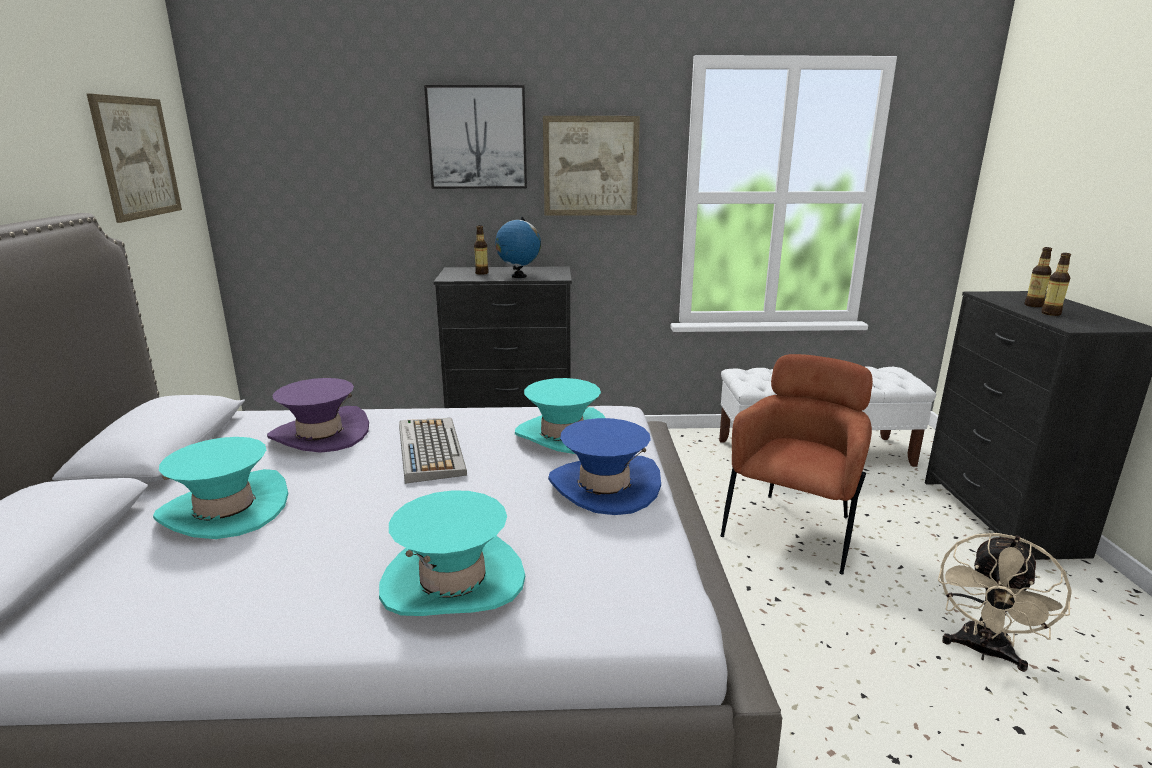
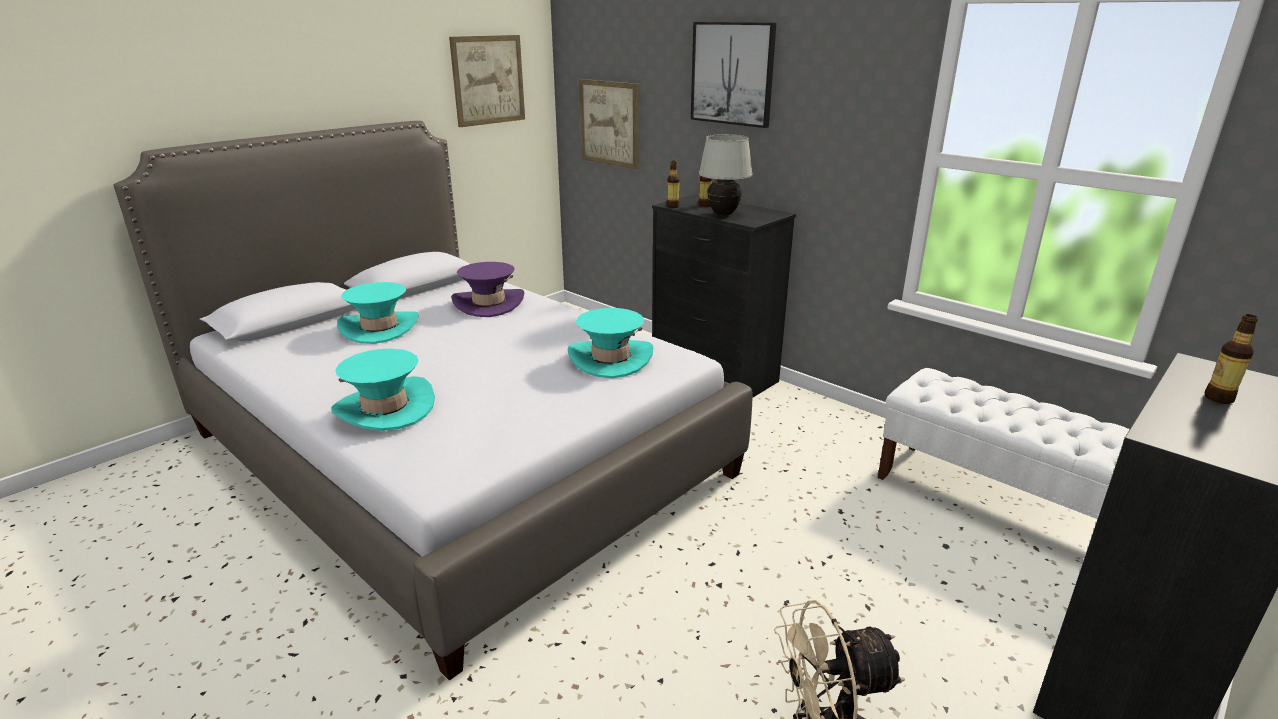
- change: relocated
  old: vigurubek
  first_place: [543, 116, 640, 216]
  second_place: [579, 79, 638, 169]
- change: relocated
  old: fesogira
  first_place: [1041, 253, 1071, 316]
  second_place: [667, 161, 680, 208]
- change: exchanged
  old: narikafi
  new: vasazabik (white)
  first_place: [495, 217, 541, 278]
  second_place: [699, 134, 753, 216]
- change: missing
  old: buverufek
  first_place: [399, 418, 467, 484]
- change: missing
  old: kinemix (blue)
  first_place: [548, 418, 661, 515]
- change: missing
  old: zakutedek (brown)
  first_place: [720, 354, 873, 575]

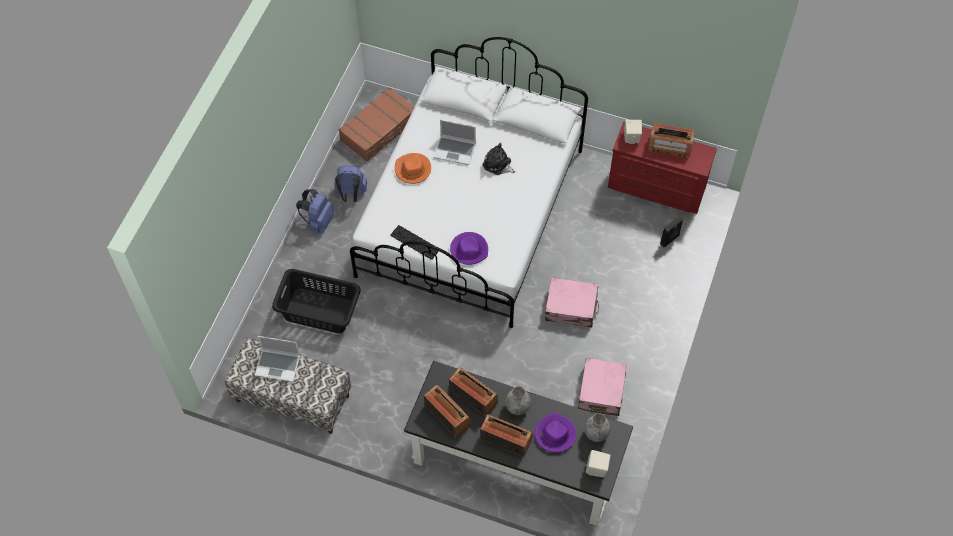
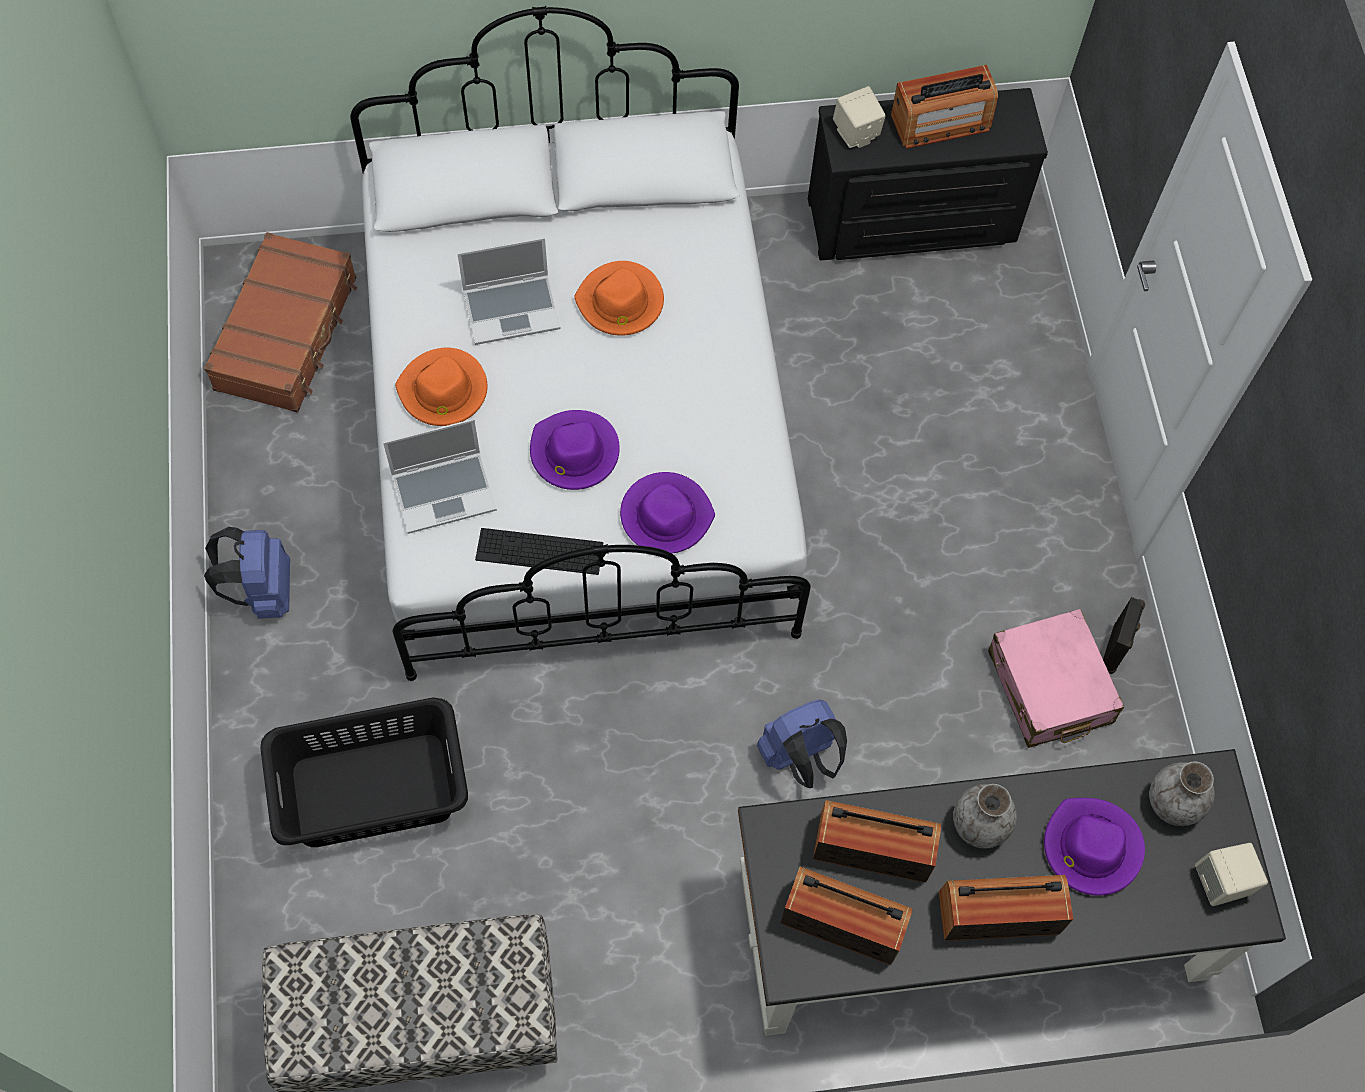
- change: relocated
  old: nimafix
  first_place: [255, 336, 300, 382]
  second_place: [383, 419, 497, 534]
- change: appeared
  new: kinemix (purple)
  second_place: [530, 410, 620, 490]
- change: exchanged
  old: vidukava
  new: kinemix (orange)
  first_place: [483, 143, 516, 175]
  second_place: [574, 261, 664, 336]
- change: relocated
  old: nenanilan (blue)
  first_place: [334, 166, 367, 202]
  second_place: [757, 699, 847, 788]
- change: colour
  old: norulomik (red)
  new: norulomik (black)
  first_place: [608, 122, 717, 214]
  second_place: [808, 88, 1048, 261]
- change: relocated
  old: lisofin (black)
  first_place: [660, 216, 683, 247]
  second_place: [1103, 597, 1145, 674]
- change: missing
  old: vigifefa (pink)
  first_place: [545, 277, 599, 327]

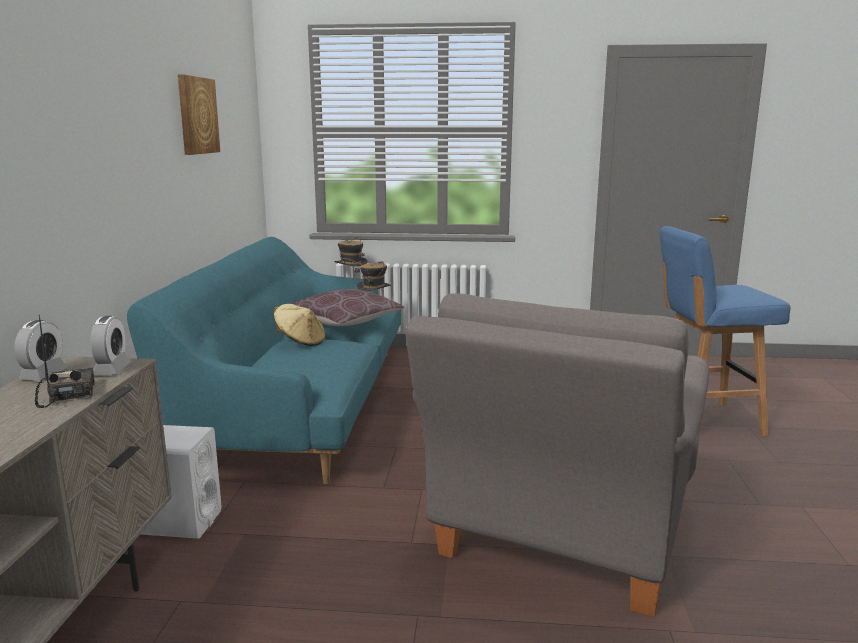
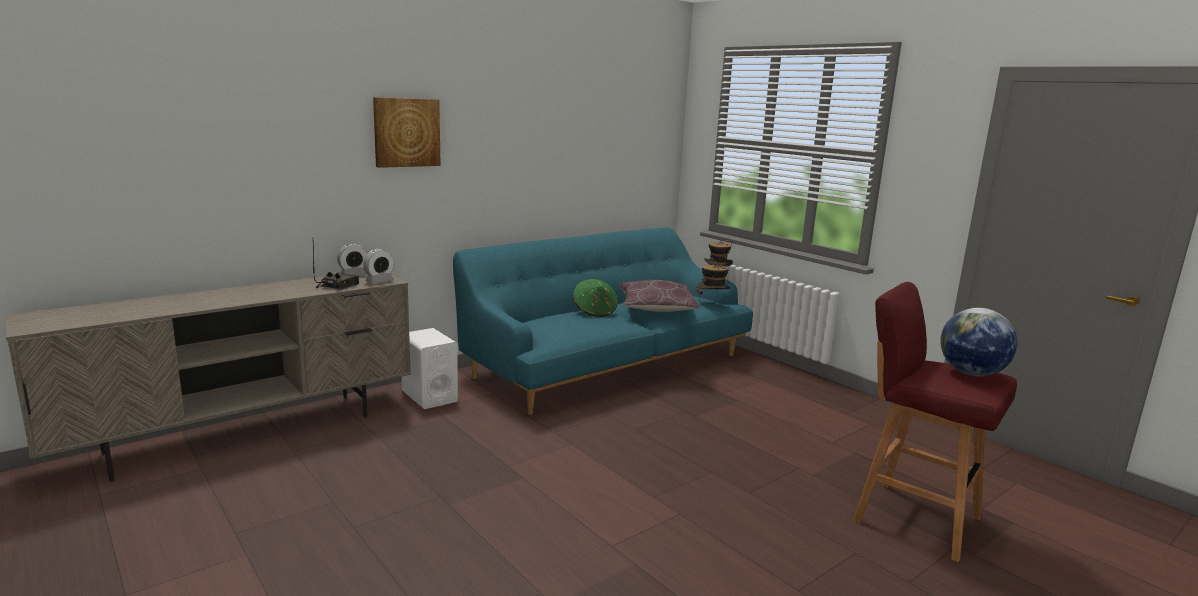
- change: relocated
  old: vigurubek
  first_place: [178, 74, 220, 155]
  second_place: [373, 97, 441, 168]
- change: colour
  old: kinemix (beige)
  new: kinemix (green)
  first_place: [274, 304, 325, 346]
  second_place: [573, 279, 618, 317]
- change: colour
  old: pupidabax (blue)
  new: pupidabax (red)
  first_place: [659, 226, 791, 436]
  second_place: [853, 282, 1017, 562]
- change: appeared
  new: narikafi
  second_place: [940, 308, 1017, 376]
- change: missing
  old: zakutedek (grey)
  first_place: [405, 293, 709, 617]

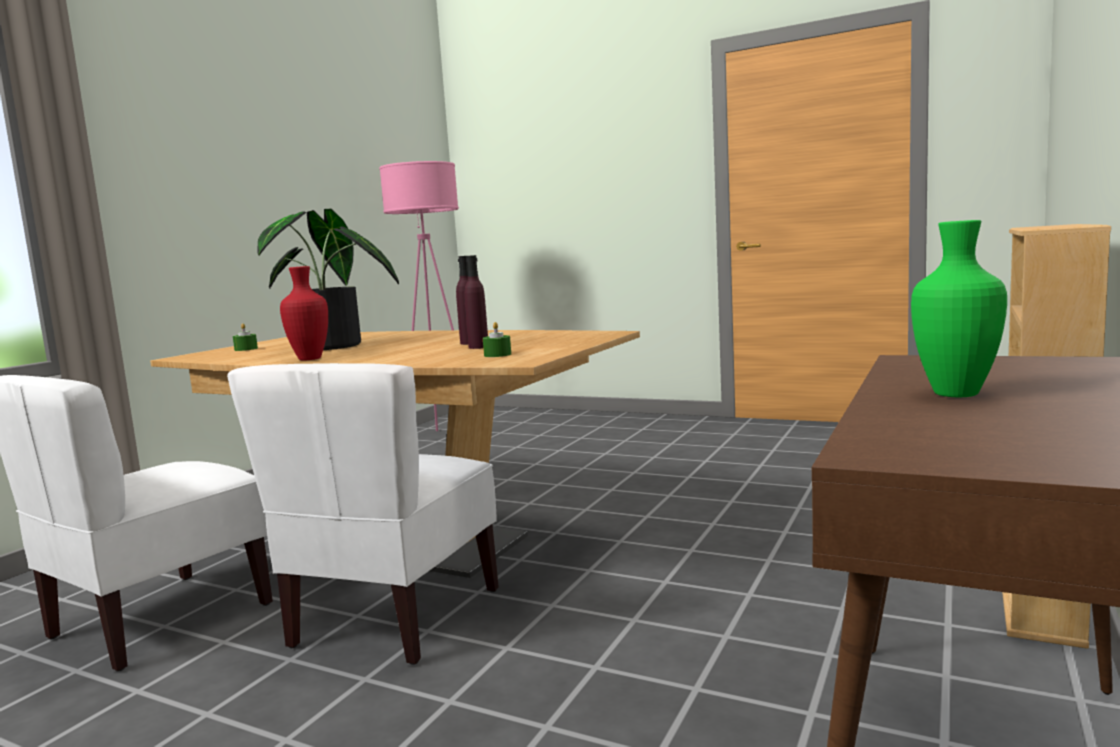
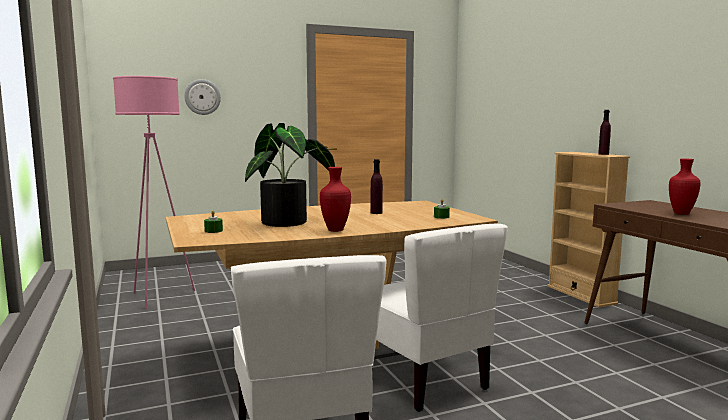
- change: appeared
  new: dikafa
  second_place: [184, 79, 221, 115]
- change: relocated
  old: fesogira (purple)
  first_place: [464, 255, 488, 349]
  second_place: [598, 110, 611, 155]
- change: colour
  old: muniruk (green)
  new: muniruk (red)
  first_place: [911, 220, 1007, 397]
  second_place: [669, 158, 701, 215]

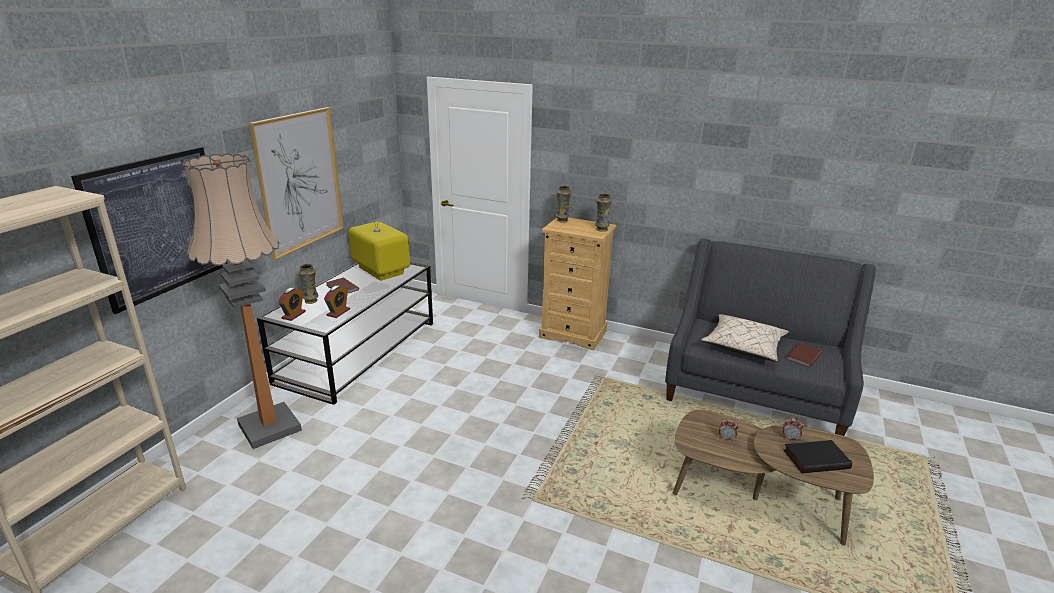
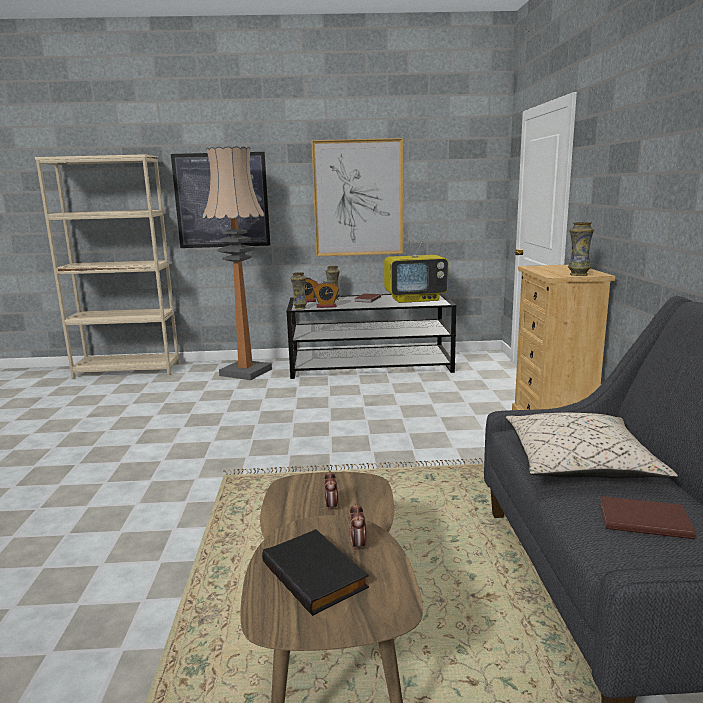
- change: relocated
  old: muniruk
  first_place: [556, 186, 572, 222]
  second_place: [291, 272, 307, 309]
- change: spun
  old: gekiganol
  first_place: [348, 203, 410, 281]
  second_place: [384, 231, 448, 303]
  degrees: 60

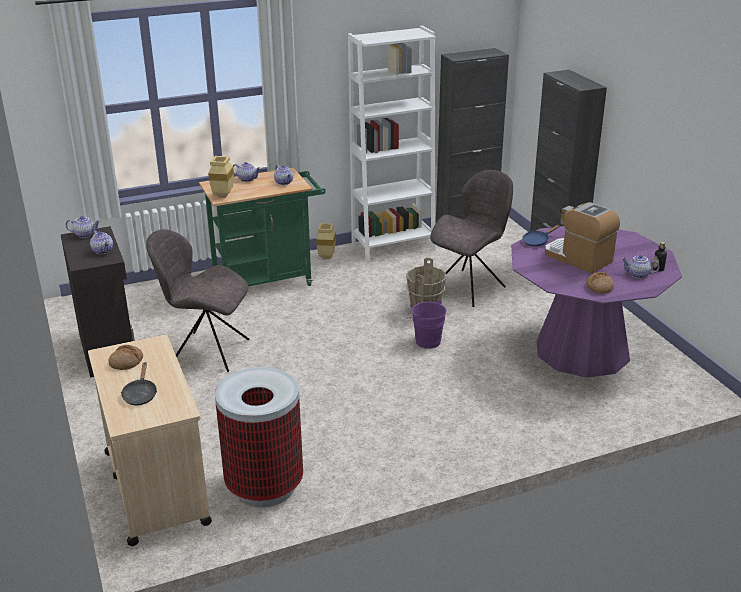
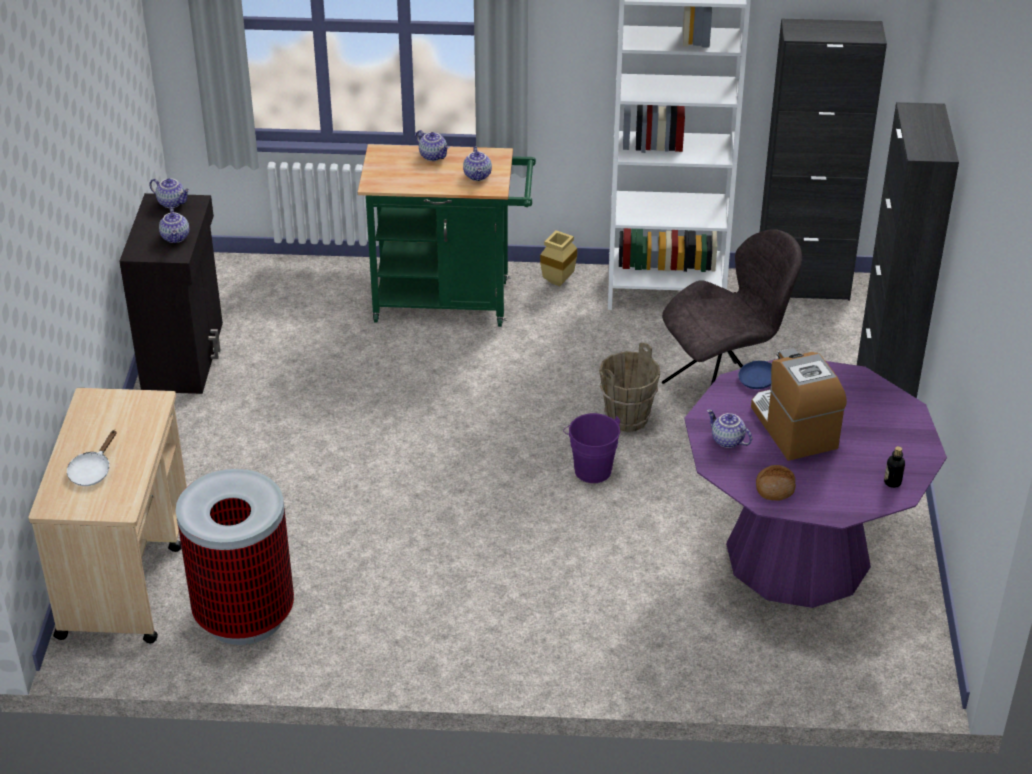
- change: colour
  old: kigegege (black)
  new: kigegege (white)
  first_place: [121, 363, 157, 405]
  second_place: [67, 430, 117, 486]
- change: relocated
  old: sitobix
  first_place: [621, 255, 659, 279]
  second_place: [707, 409, 752, 448]
- change: missing
  old: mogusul
  first_place: [109, 345, 143, 370]
- change: missing
  old: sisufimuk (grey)
  first_place: [146, 229, 249, 372]
- change: missing
  old: muniruk (beige)
  first_place: [208, 156, 234, 198]

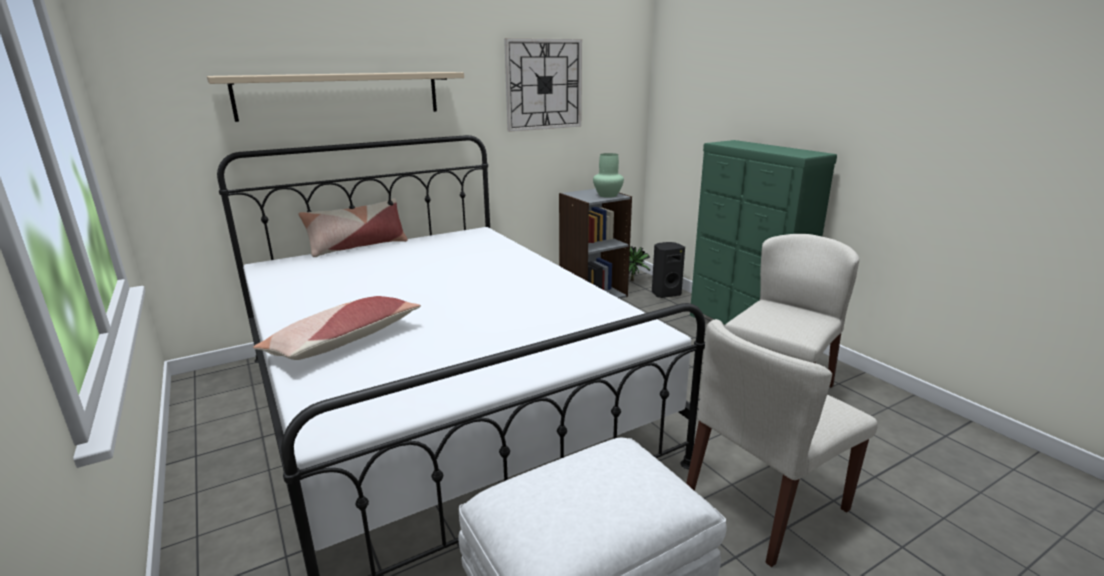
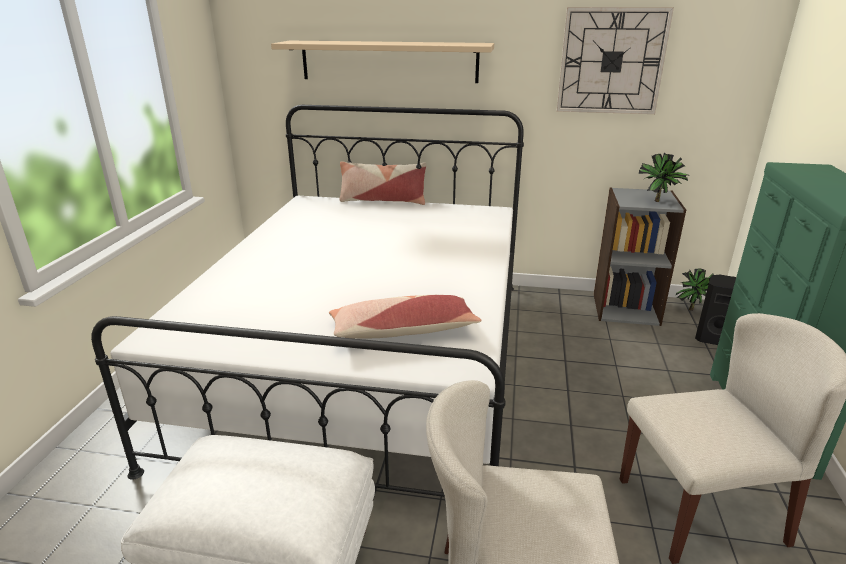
- change: relocated
  old: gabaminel
  first_place: [253, 296, 421, 360]
  second_place: [329, 295, 482, 339]
- change: exchanged
  old: muniruk (green)
  new: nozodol
  first_place: [593, 153, 624, 198]
  second_place: [639, 153, 689, 202]

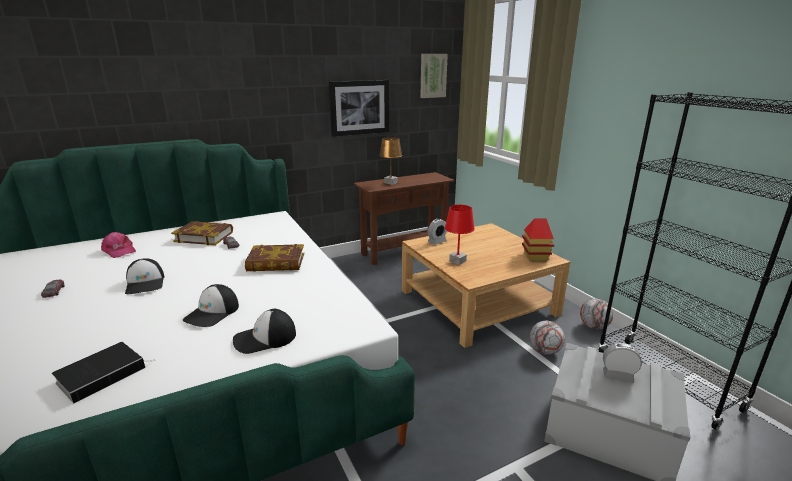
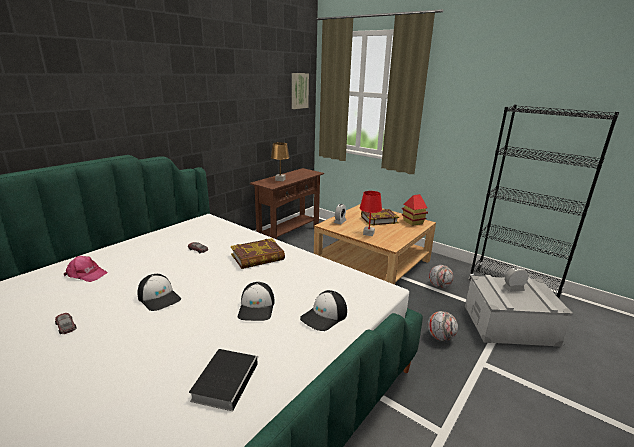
- change: relocated
  old: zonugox
  first_place: [171, 221, 233, 245]
  second_place: [361, 209, 399, 225]
- change: relocated
  old: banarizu
  first_place: [580, 298, 613, 329]
  second_place: [428, 311, 458, 341]
- change: missing
  old: vigurubek
  first_place: [329, 80, 389, 137]

